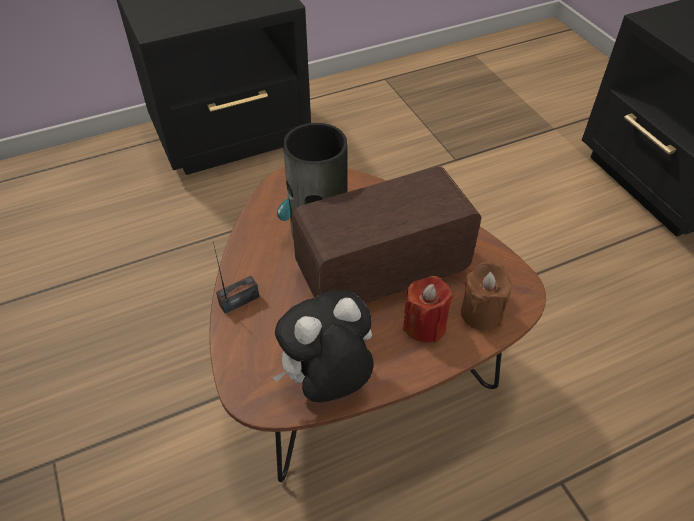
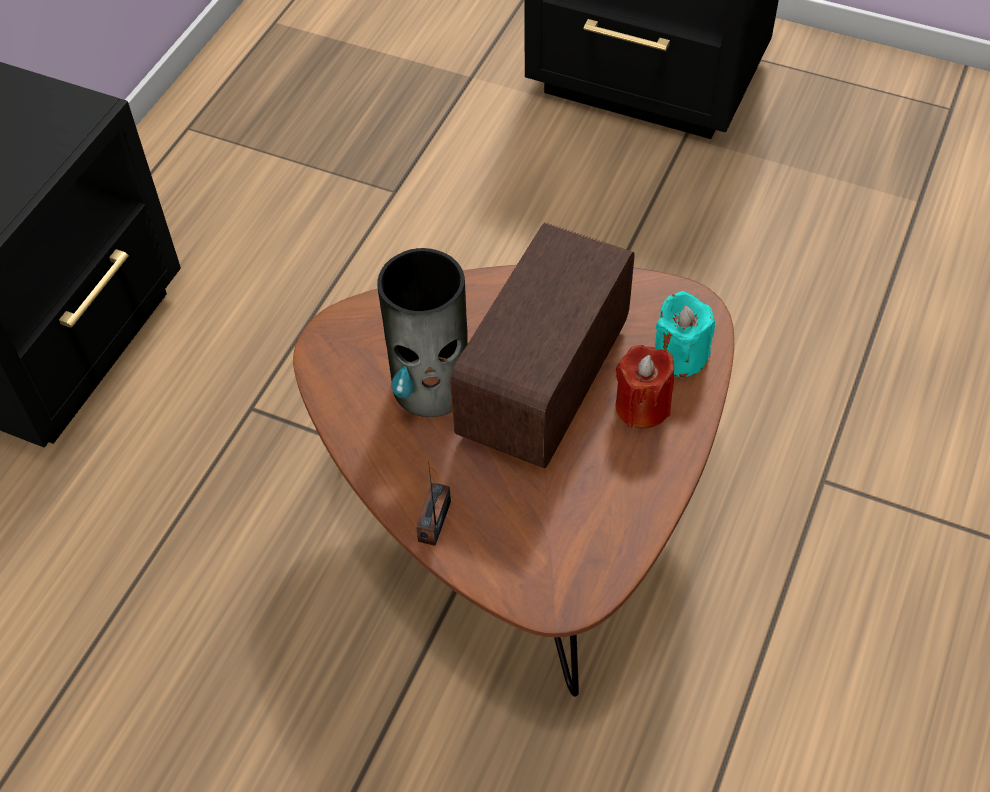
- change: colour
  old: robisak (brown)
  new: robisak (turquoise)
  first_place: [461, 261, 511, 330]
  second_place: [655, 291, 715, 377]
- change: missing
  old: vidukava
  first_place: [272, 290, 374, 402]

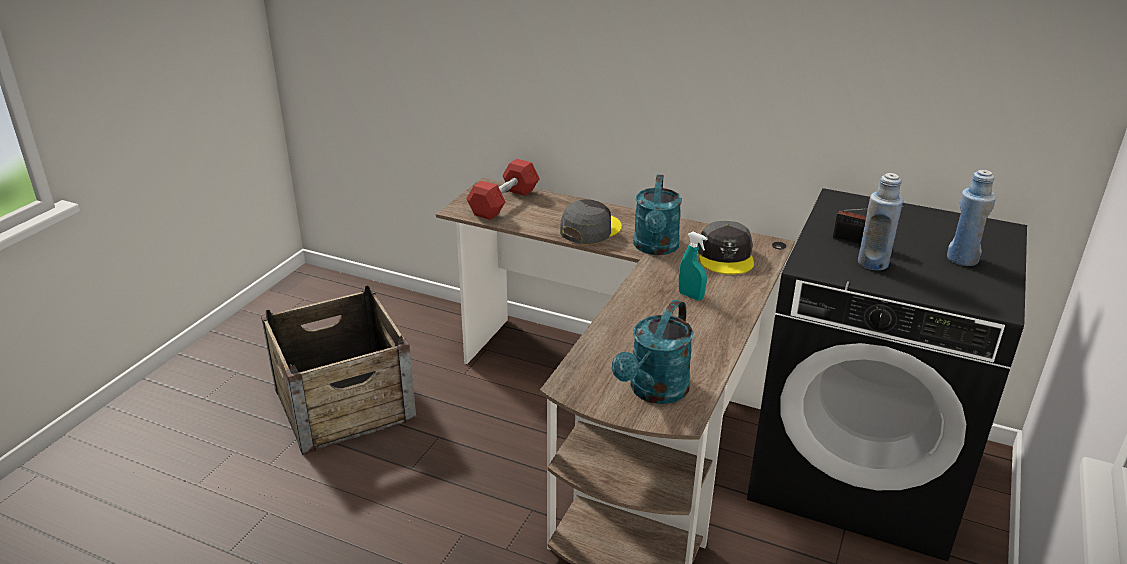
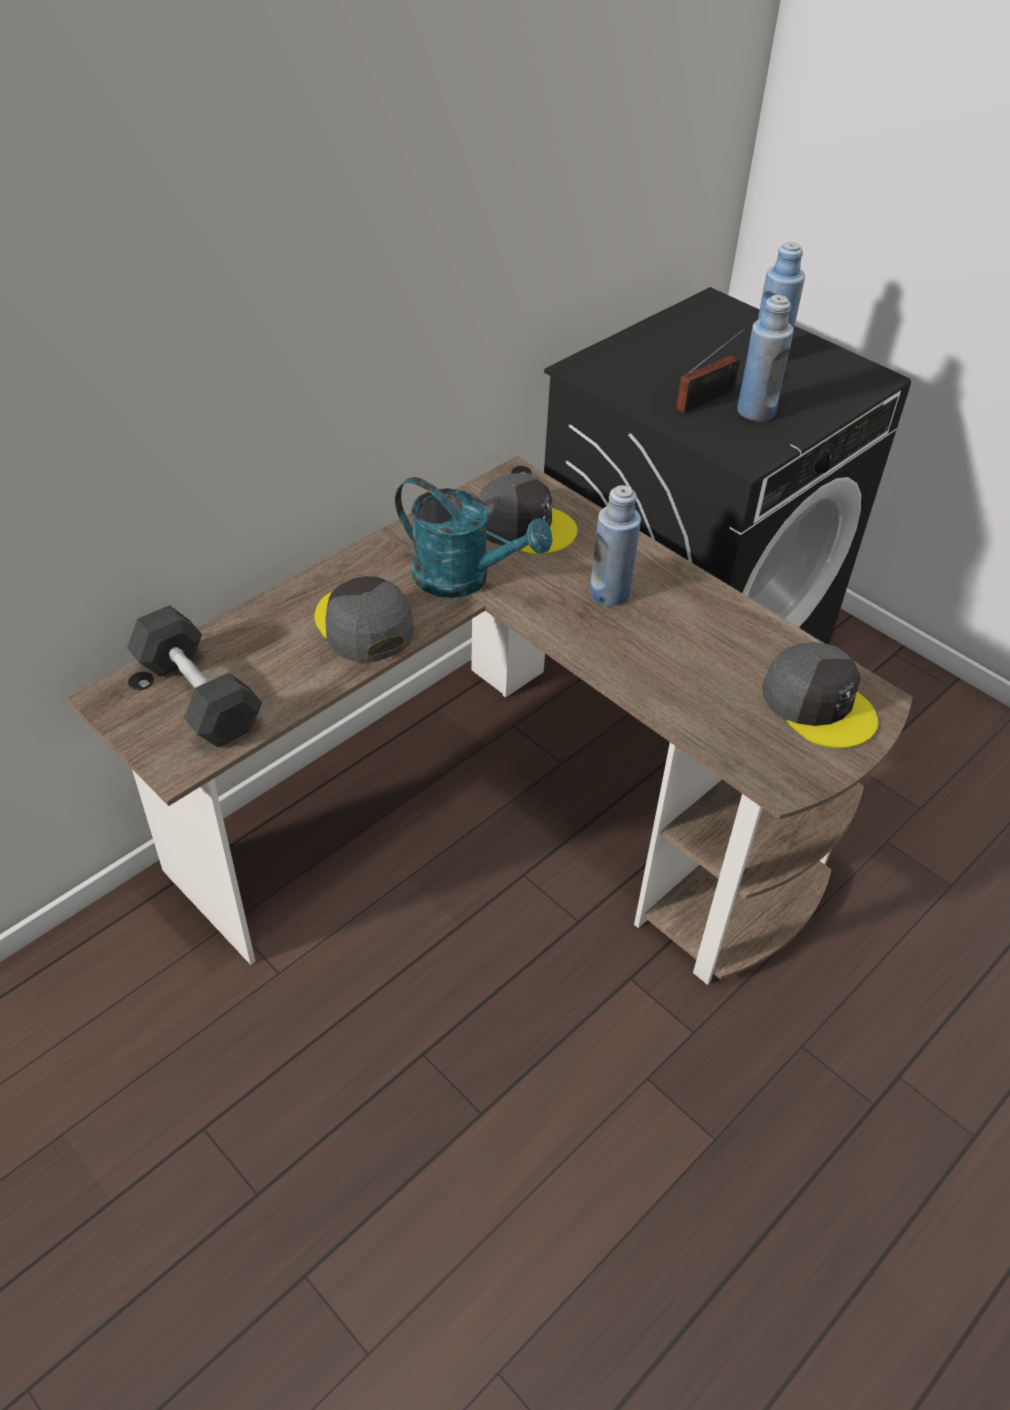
- change: colour
  old: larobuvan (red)
  new: larobuvan (grey)
  first_place: [466, 159, 540, 220]
  second_place: [127, 605, 262, 747]
- change: exchanged
  old: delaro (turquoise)
  new: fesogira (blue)
  first_place: [679, 232, 708, 301]
  second_place: [590, 485, 641, 606]
- change: exchanged
  old: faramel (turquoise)
  new: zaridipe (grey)
  first_place: [612, 300, 693, 404]
  second_place: [762, 642, 878, 748]
- change: missing
  old: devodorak
  first_place: [261, 285, 417, 455]

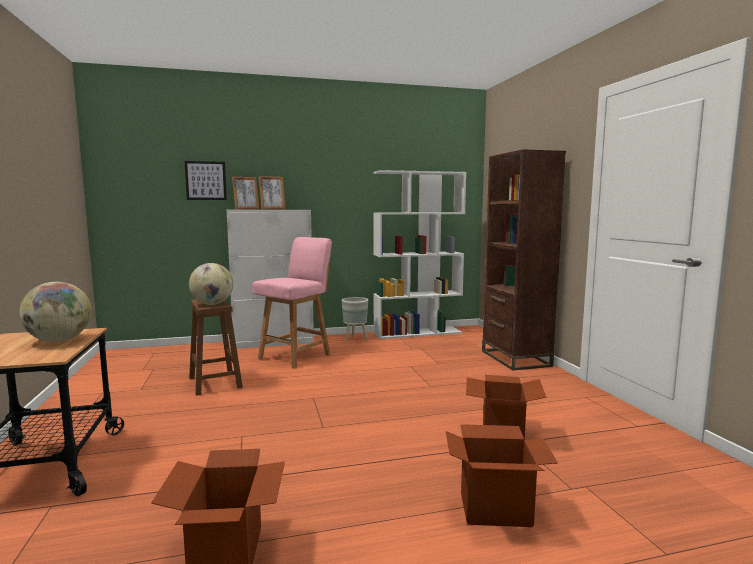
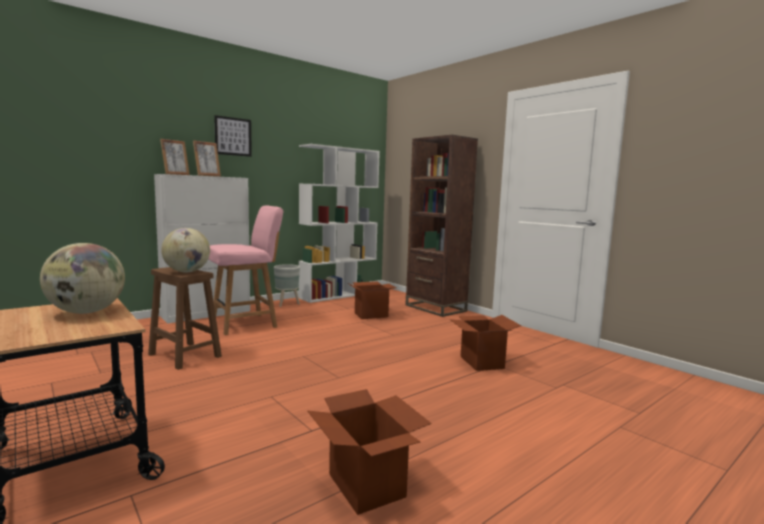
- change: spun
  old: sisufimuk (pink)
  first_place: [252, 237, 332, 369]
  second_place: [208, 205, 283, 335]
  degrees: 45
- change: relocated
  old: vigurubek
  first_place: [185, 161, 227, 200]
  second_place: [214, 115, 252, 157]
- change: relocated
  old: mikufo
  first_place: [446, 424, 558, 527]
  second_place: [348, 281, 397, 319]

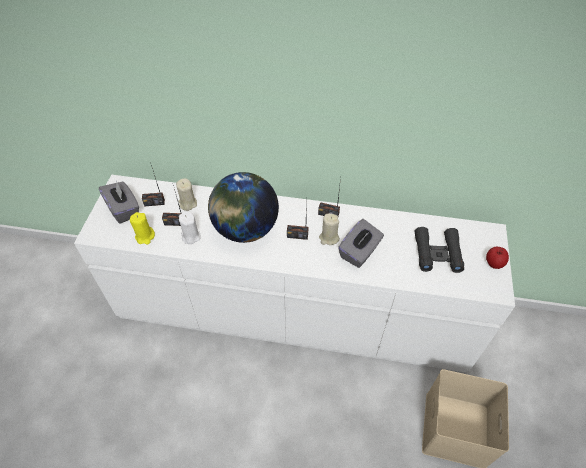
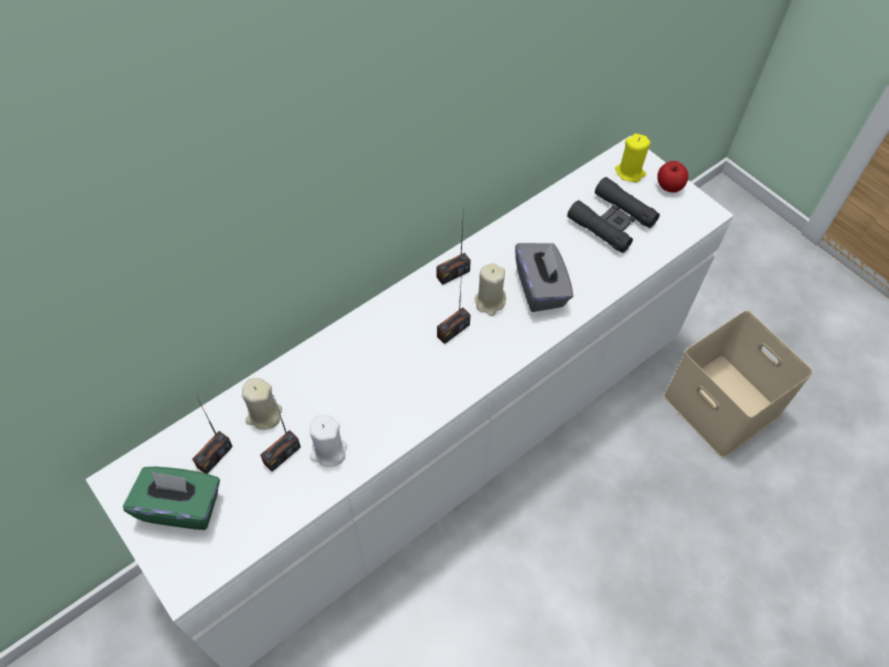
- change: colour
  old: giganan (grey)
  new: giganan (green)
  first_place: [99, 181, 139, 224]
  second_place: [123, 467, 220, 530]
- change: relocated
  old: robisak (yellow)
  first_place: [130, 212, 155, 245]
  second_place: [615, 134, 650, 182]
- change: missing
  old: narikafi
  first_place: [208, 172, 279, 243]

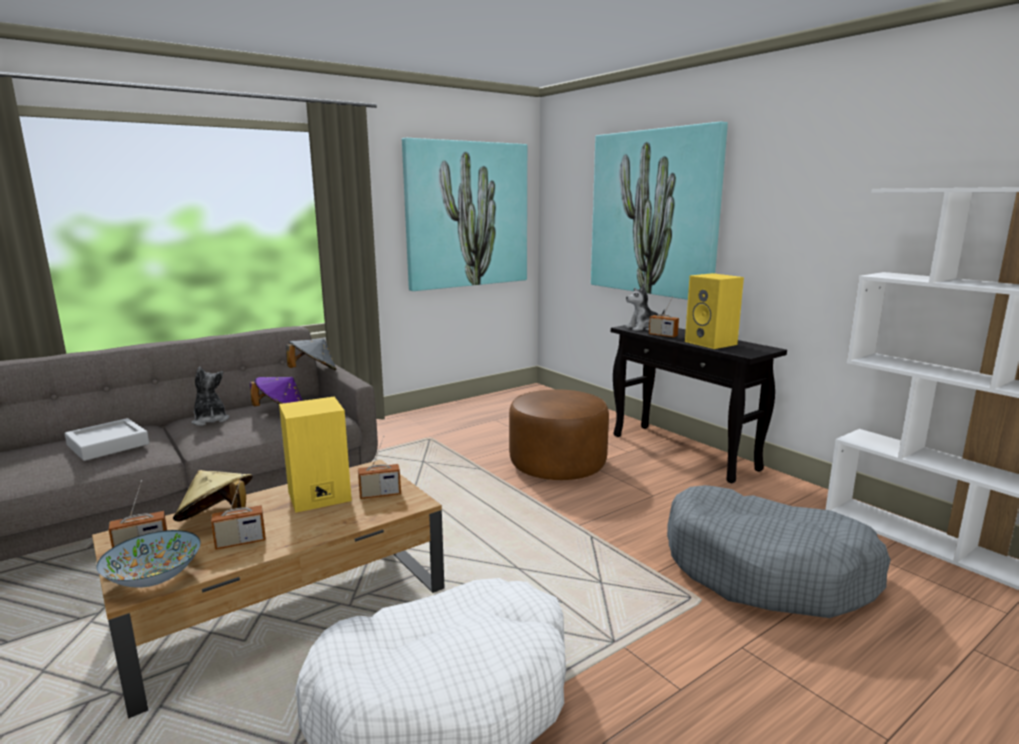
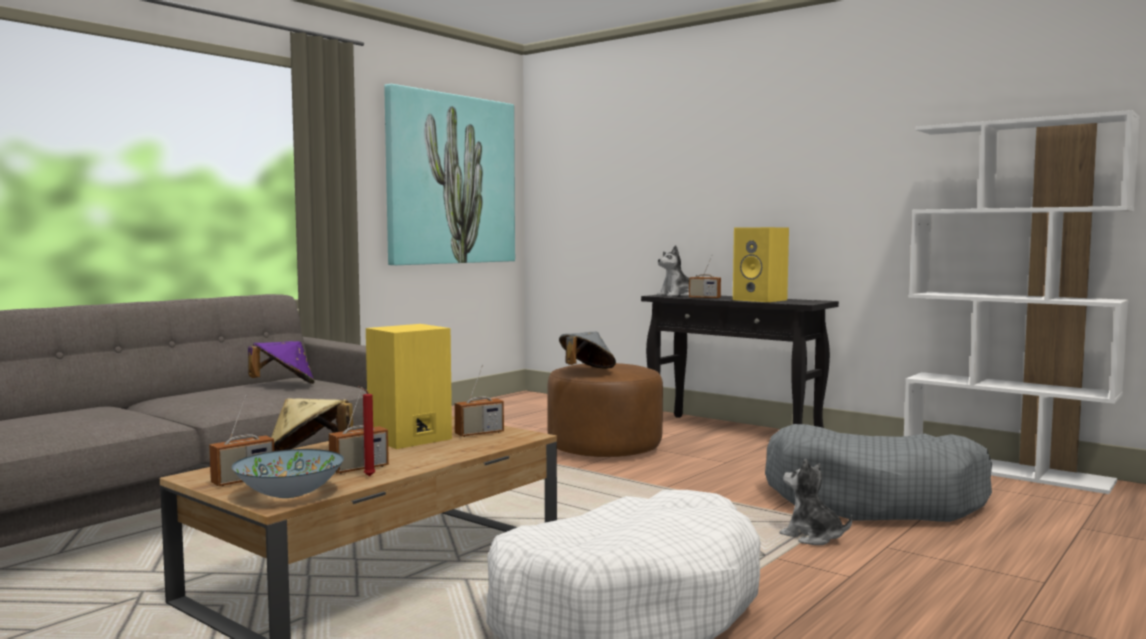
- change: appeared
  new: robisak (red)
  second_place: [358, 386, 375, 477]
- change: relocated
  old: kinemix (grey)
  first_place: [286, 339, 336, 370]
  second_place: [559, 332, 616, 369]
- change: relocated
  old: vidukava
  first_place: [192, 367, 229, 426]
  second_place: [779, 459, 853, 545]
- change: missing
  old: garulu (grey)
  first_place: [65, 418, 149, 461]
- change: missing
  old: vigurubek
  first_place: [591, 122, 728, 300]

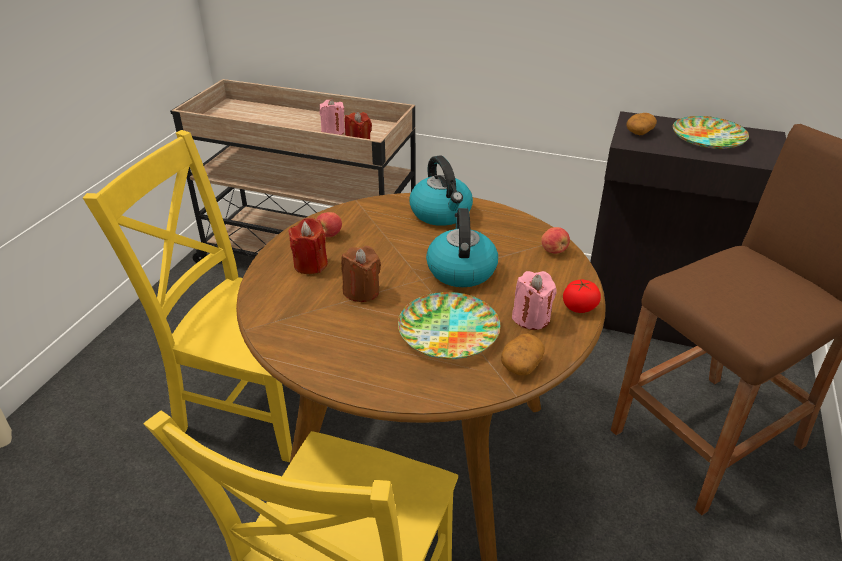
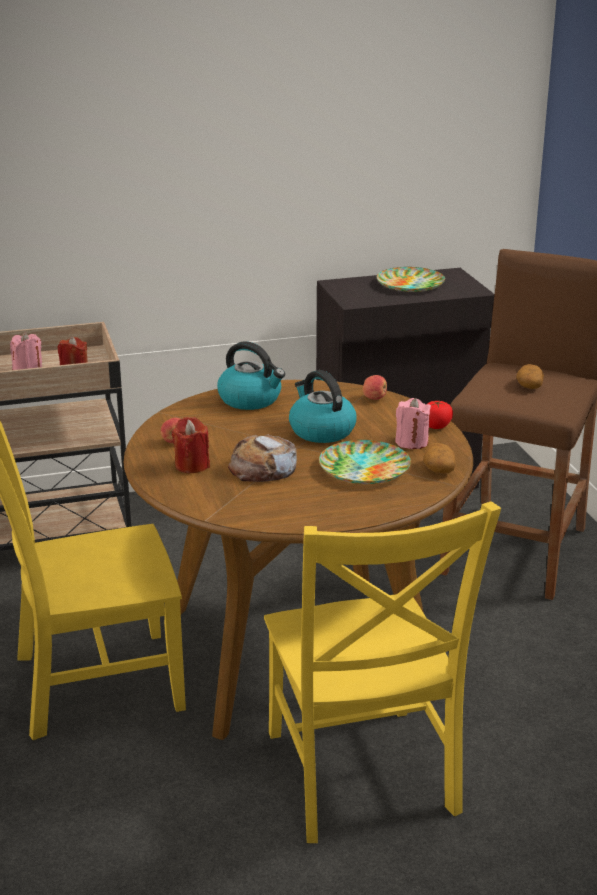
- change: exchanged
  old: robisak (brown)
  new: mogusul
  first_place: [341, 246, 381, 302]
  second_place: [228, 434, 297, 482]
- change: relocated
  old: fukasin
  first_place: [626, 113, 657, 135]
  second_place: [516, 364, 544, 389]

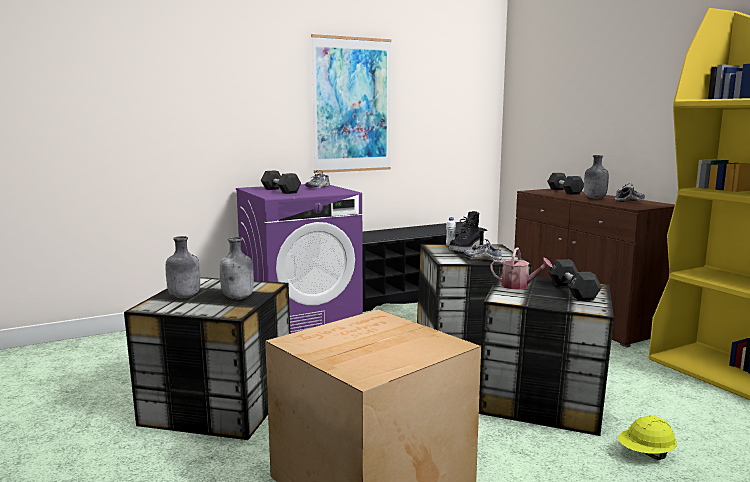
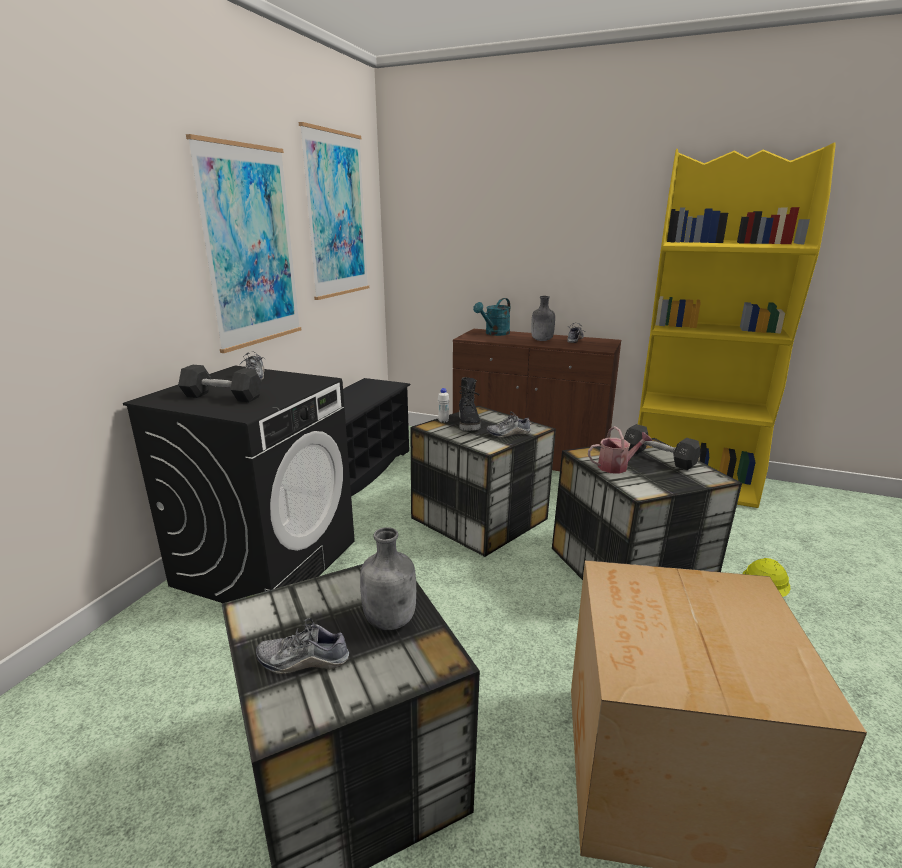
- change: colour
  old: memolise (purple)
  new: memolise (black)
  first_place: [236, 184, 363, 334]
  second_place: [123, 366, 355, 603]
- change: exchanged
  old: fesogira (grey)
  new: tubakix
  first_place: [165, 236, 200, 298]
  second_place: [256, 618, 349, 674]
- change: appeared
  new: vigurubek
  second_place: [299, 122, 369, 300]
- change: exchanged
  old: larobuvan (black)
  new: faramel (turquoise)
  first_place: [547, 173, 584, 195]
  second_place: [473, 298, 510, 336]

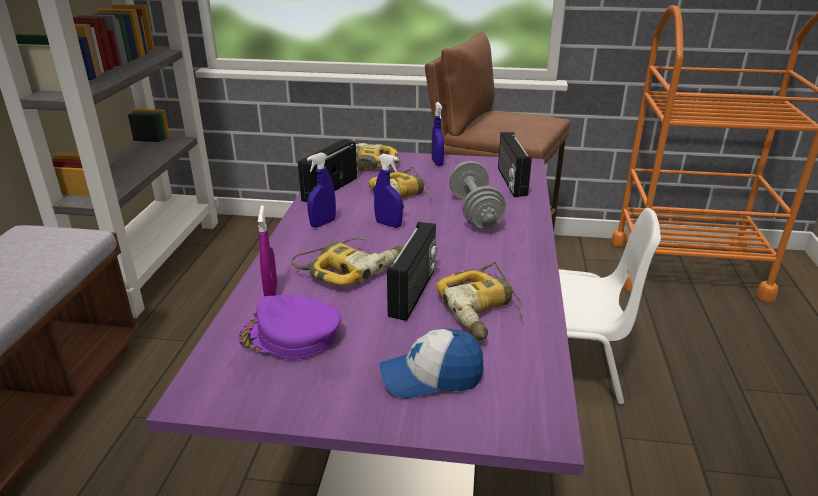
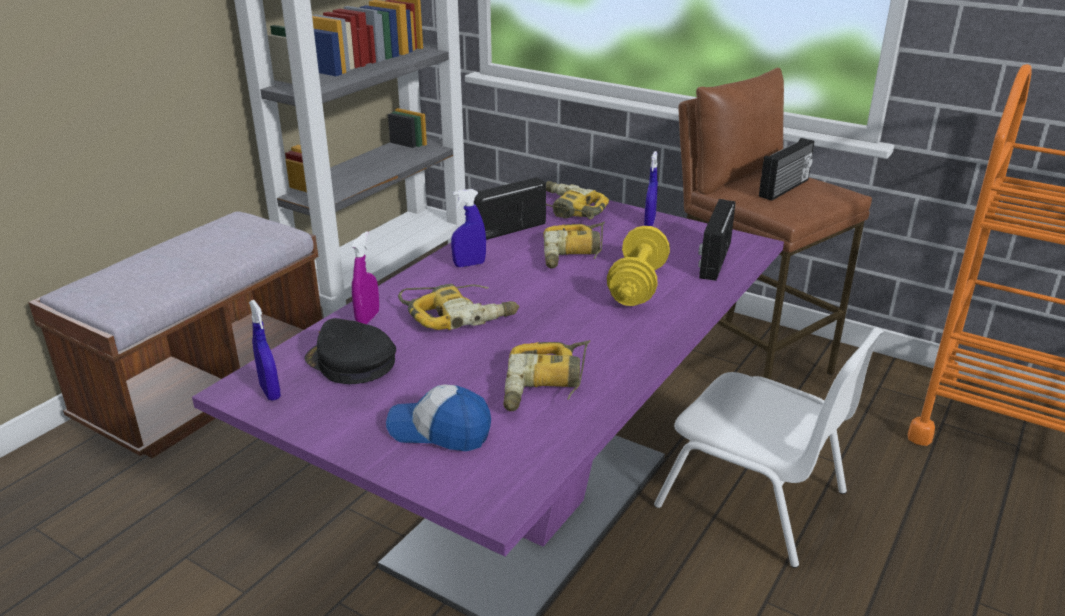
- change: relocated
  old: delaro (blue)
  first_place: [374, 153, 403, 228]
  second_place: [249, 300, 281, 401]
- change: colour
  old: zaridipe (purple)
  new: zaridipe (black)
  first_place: [238, 295, 341, 360]
  second_place: [304, 318, 396, 384]
- change: colour
  old: larobuvan (grey)
  new: larobuvan (yellow)
  first_place: [449, 161, 506, 229]
  second_place: [607, 226, 670, 306]
- change: relocated
  old: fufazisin
  first_place: [387, 222, 438, 321]
  second_place: [759, 138, 815, 201]

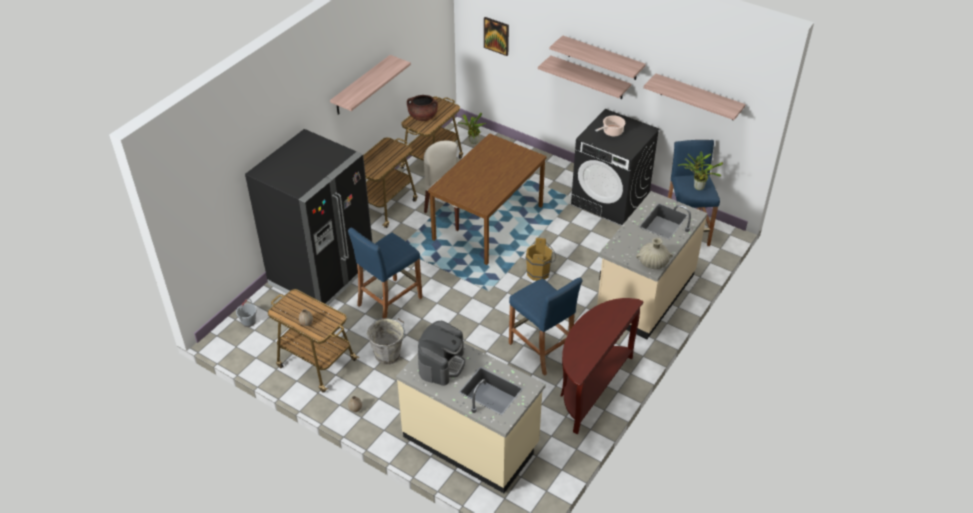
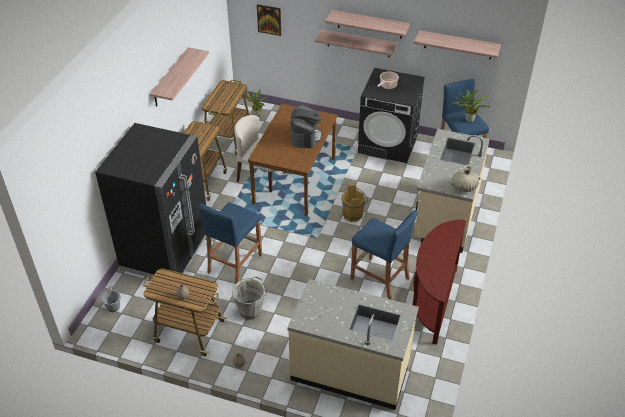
- change: relocated
  old: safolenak
  first_place: [418, 321, 465, 386]
  second_place: [290, 105, 322, 148]
- change: missing
  old: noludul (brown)
  first_place: [407, 95, 438, 121]

